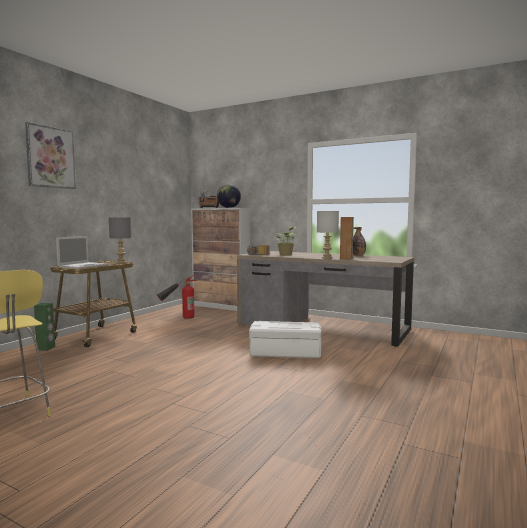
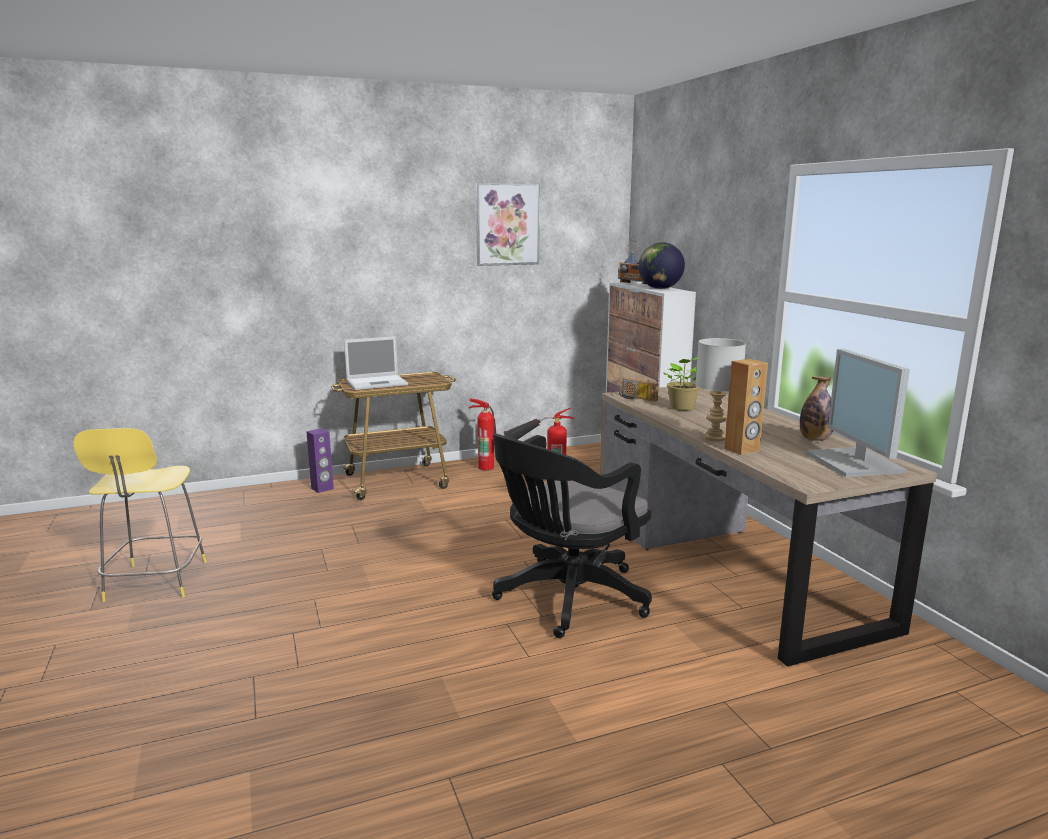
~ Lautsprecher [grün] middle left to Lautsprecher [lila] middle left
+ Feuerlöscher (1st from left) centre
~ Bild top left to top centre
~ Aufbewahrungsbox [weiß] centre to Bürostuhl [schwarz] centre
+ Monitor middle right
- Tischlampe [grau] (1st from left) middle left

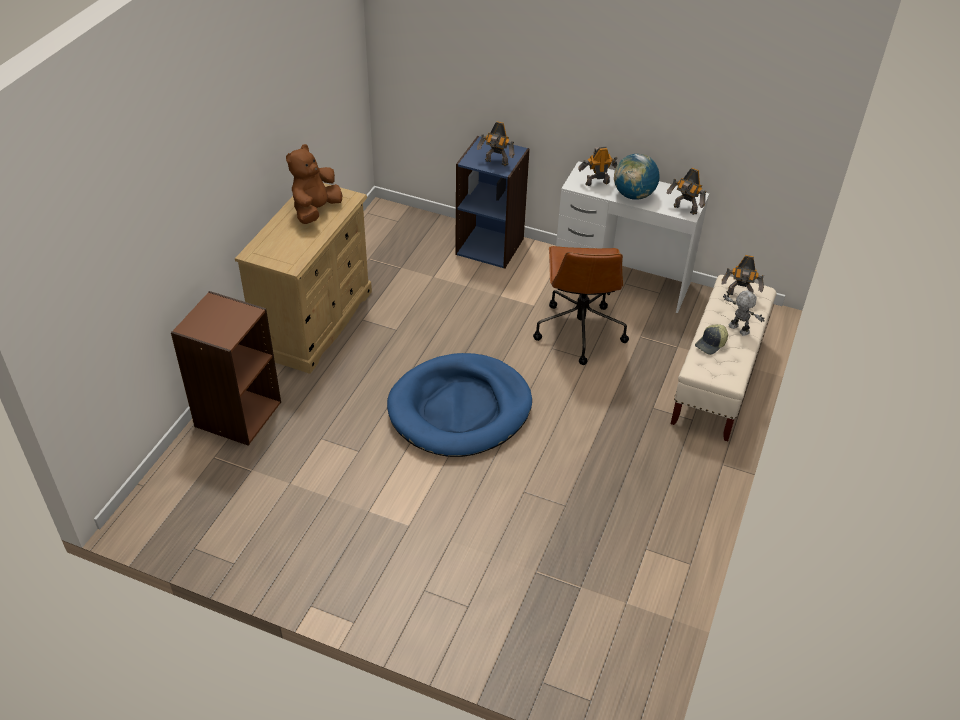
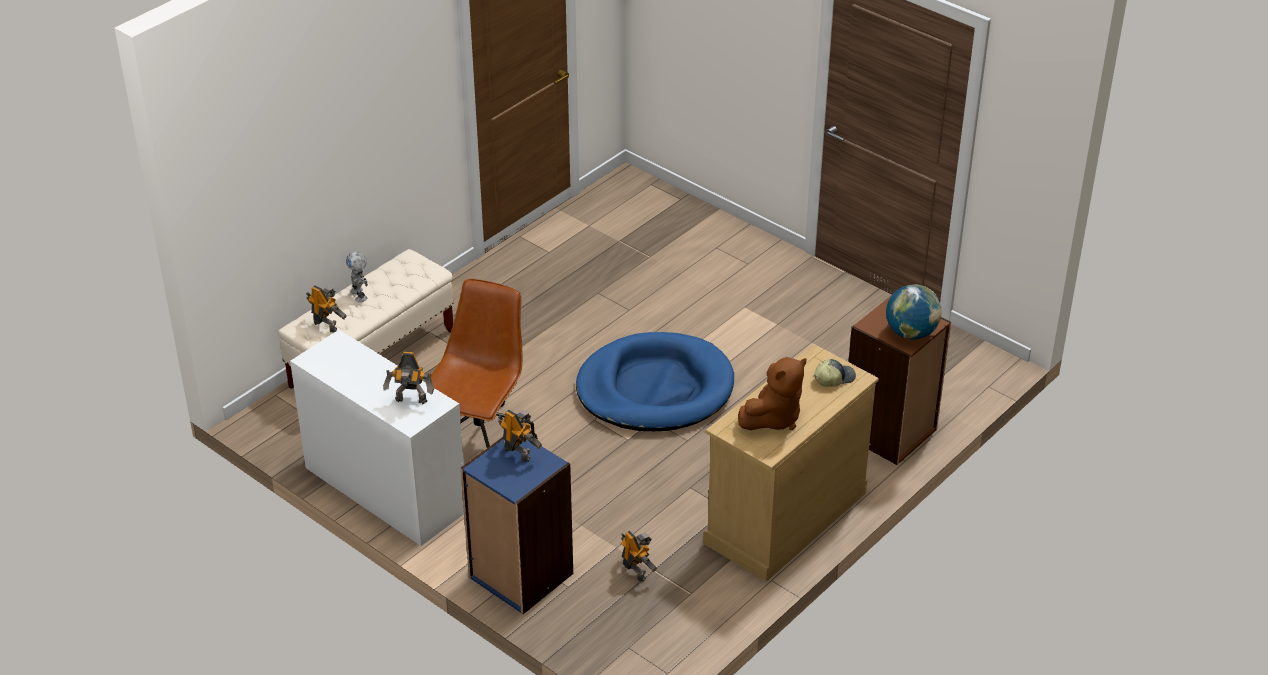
~ Spielzeugroboter (3rd from left in the first image) top right to Spielzeugroboter (5th from left) bottom centre
~ Kappe middle right to centre
~ Globus top centre to middle right

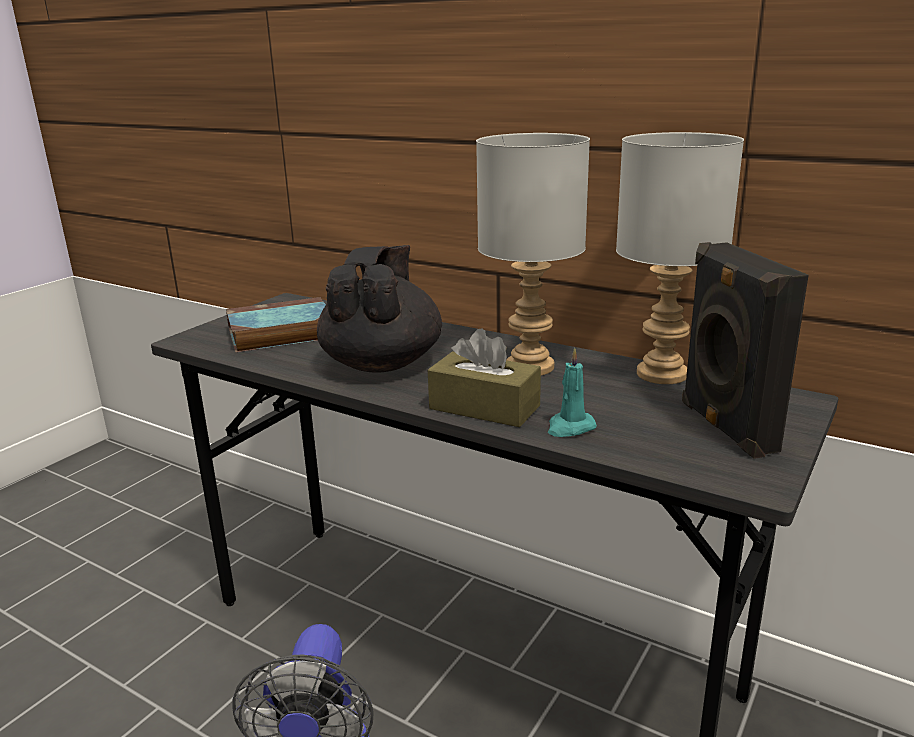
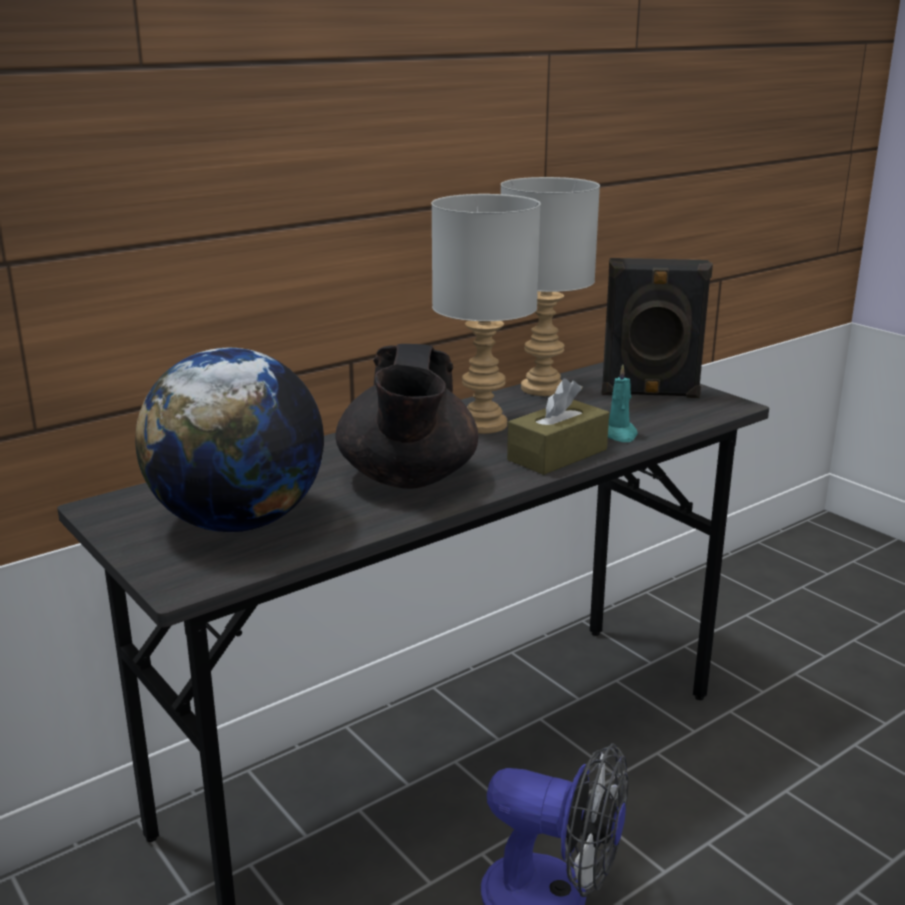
~ Buch middle left to Globus middle left
~ Teekanne [schwarz] centre = centre 120 degrees counterclockwise

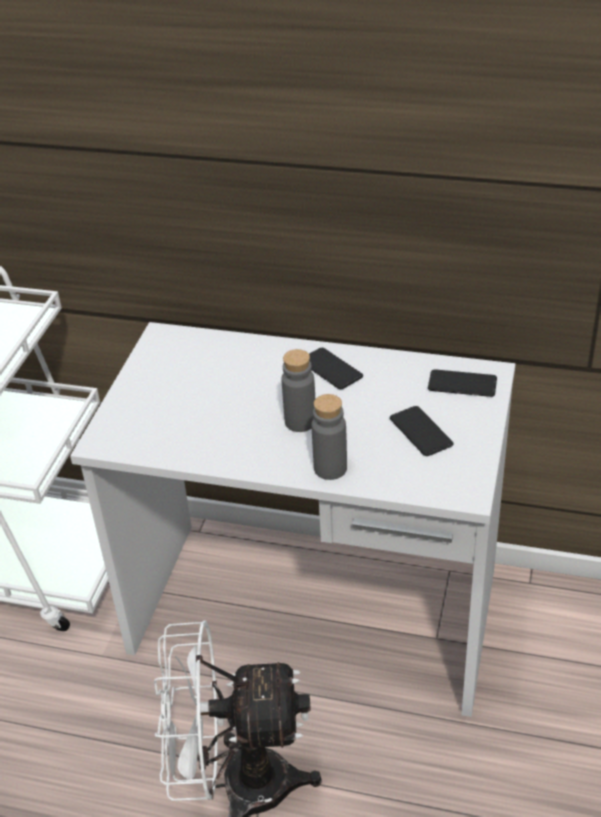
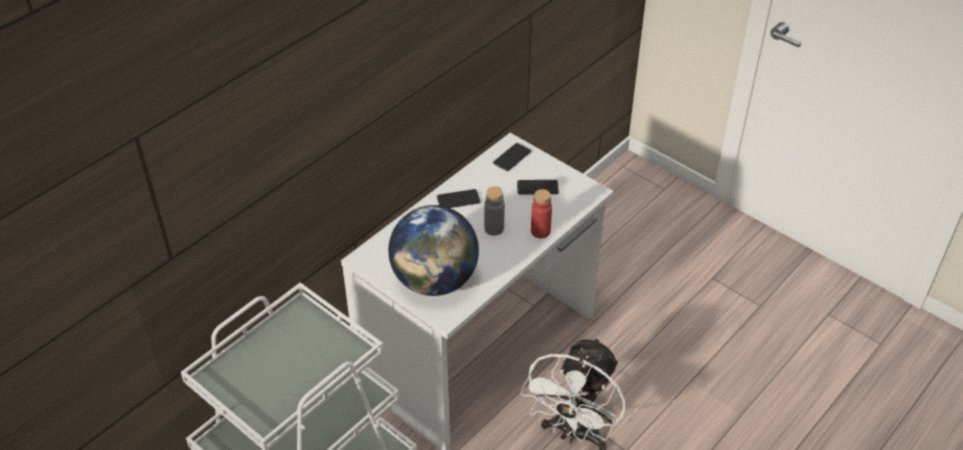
+ Globus centre
~ Flasche [grau] (2nd from left) centre to Flasche [rot] centre

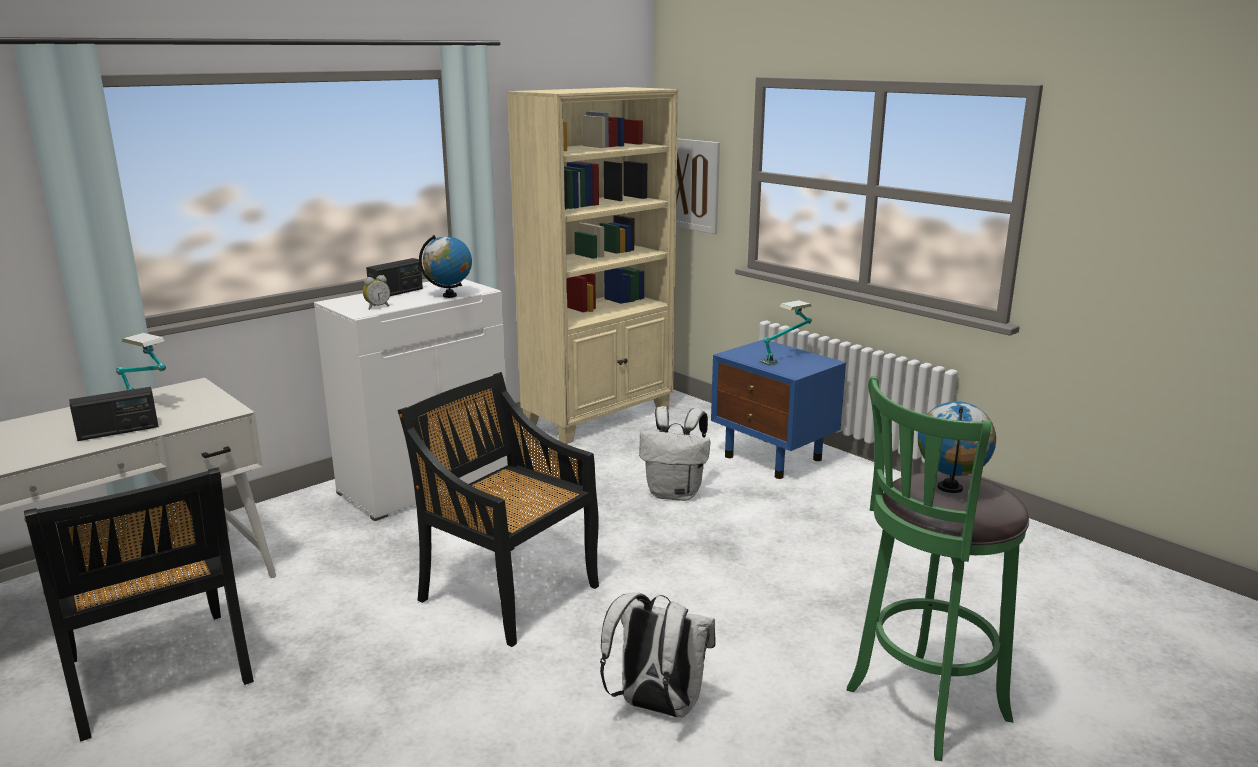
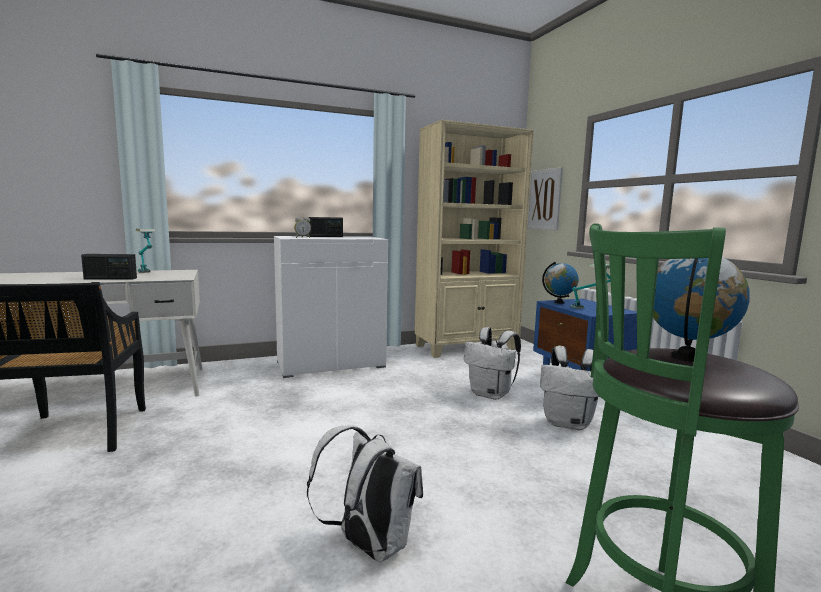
+ Rucksack [weiß] (3rd from left) middle right
~ Globus (1st from left) centre to middle right
- Stuhl [schwarz] (2nd from left) centre

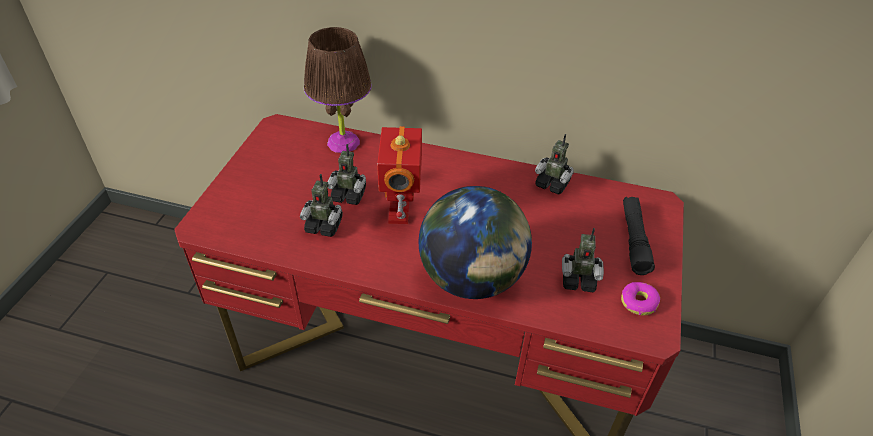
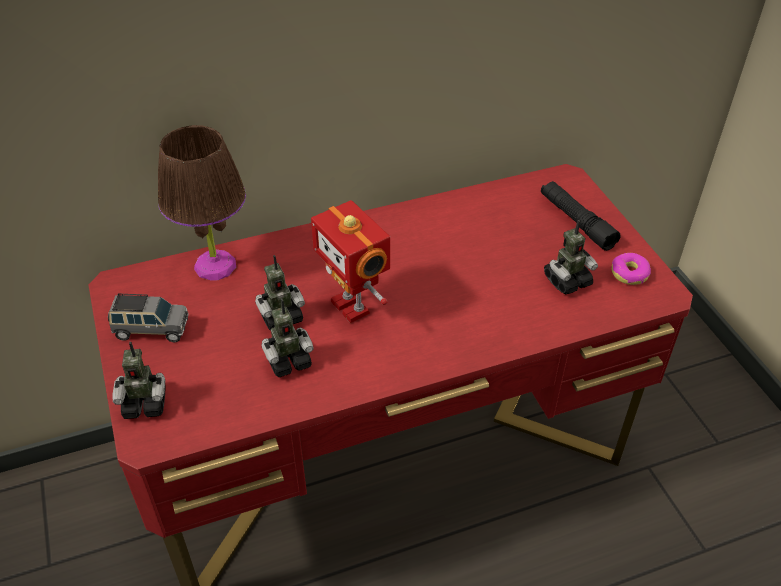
+ Spielzeugauto [grau] middle left
~ Spielzeugroboter (4th from left in the first image) centre to Spielzeugroboter (1st from left) middle left
- Globus centre

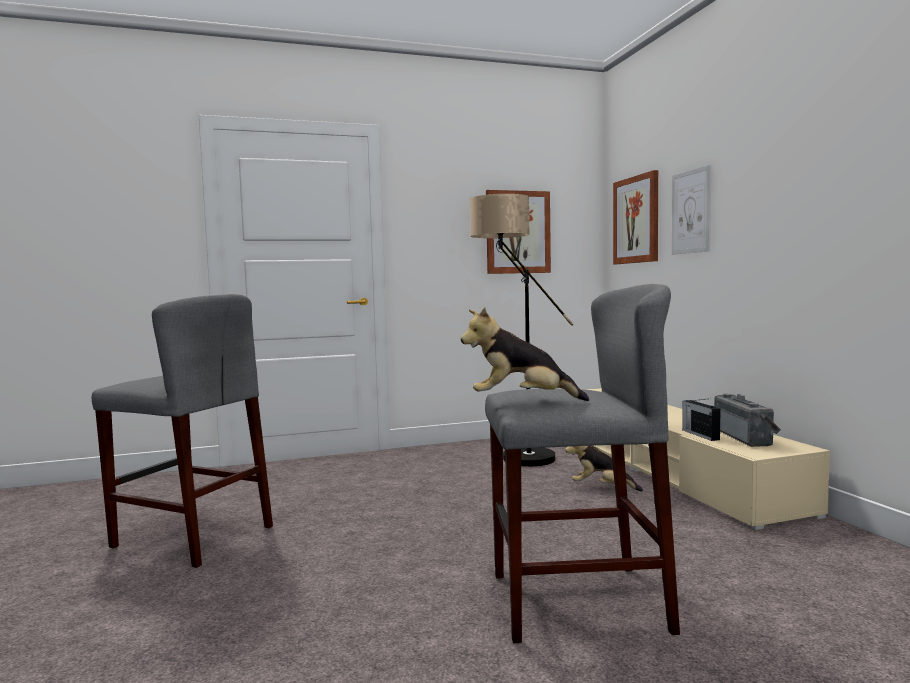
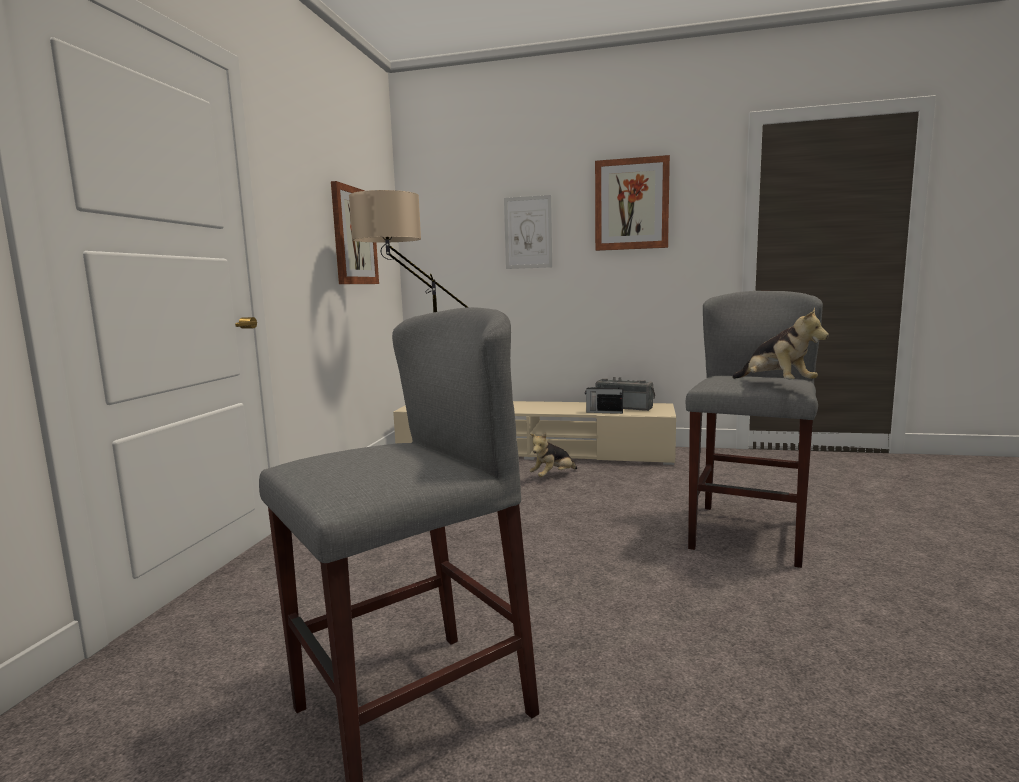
~ Bild (2nd from left in the first image) top right to Bild (3rd from left) top centre
~ Plüschtier (1st from left in the first image) centre = middle right 60 degrees counterclockwise

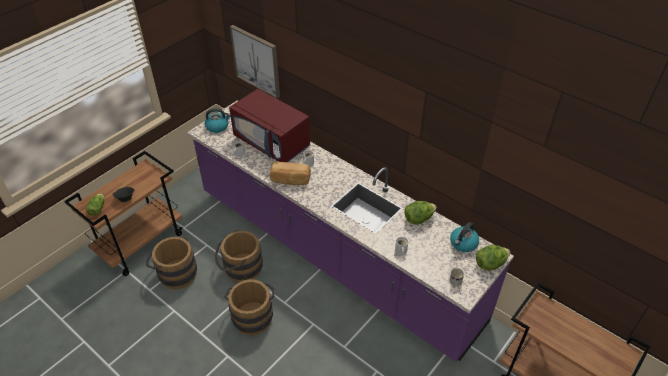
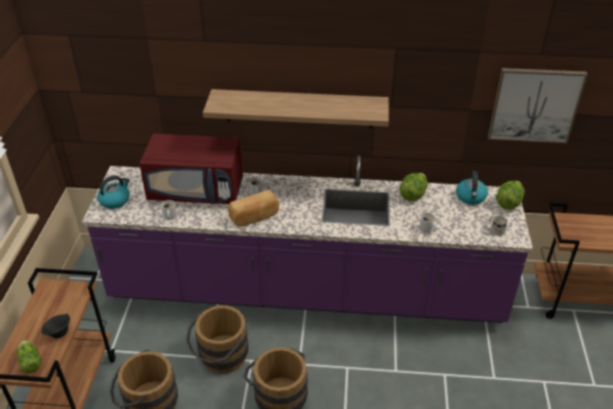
+ Wandregal top centre
~ Bild top centre to top right

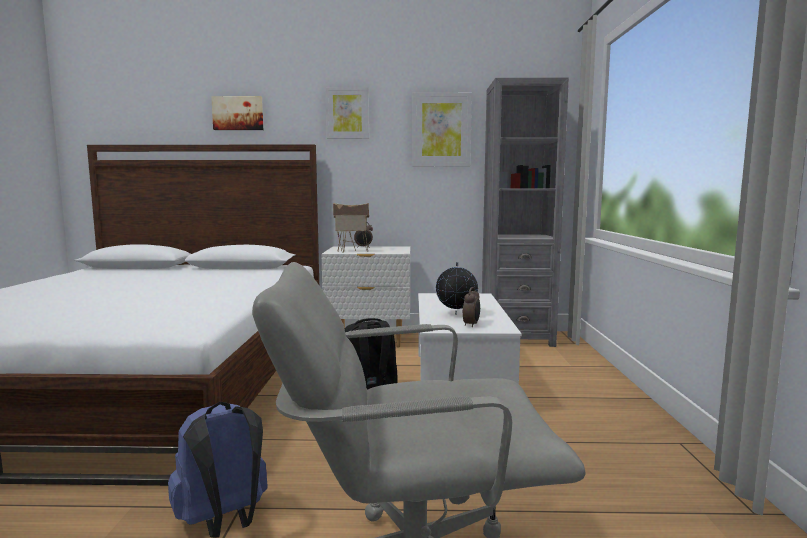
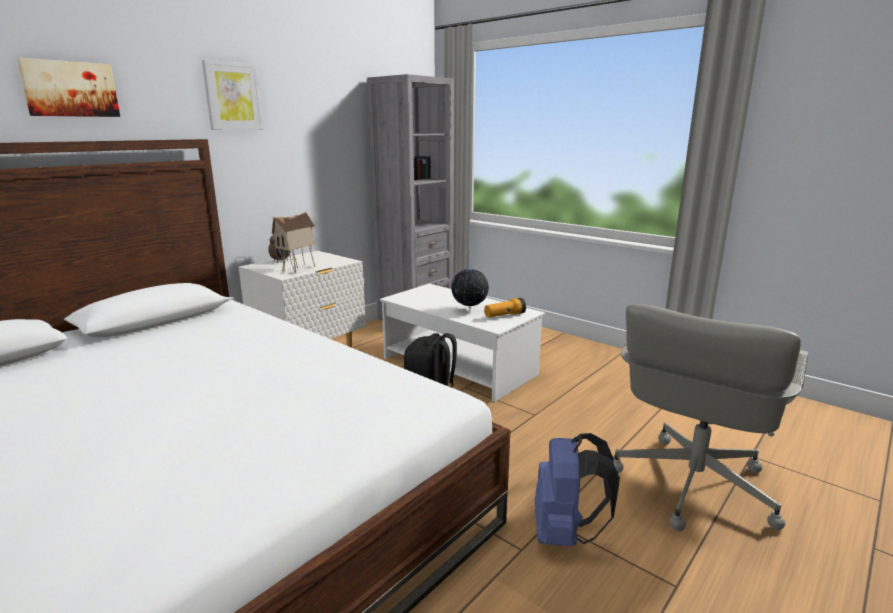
~ Wecker (2nd from left) centre to Taschenlampe centre
- Bild (3rd from left) top centre

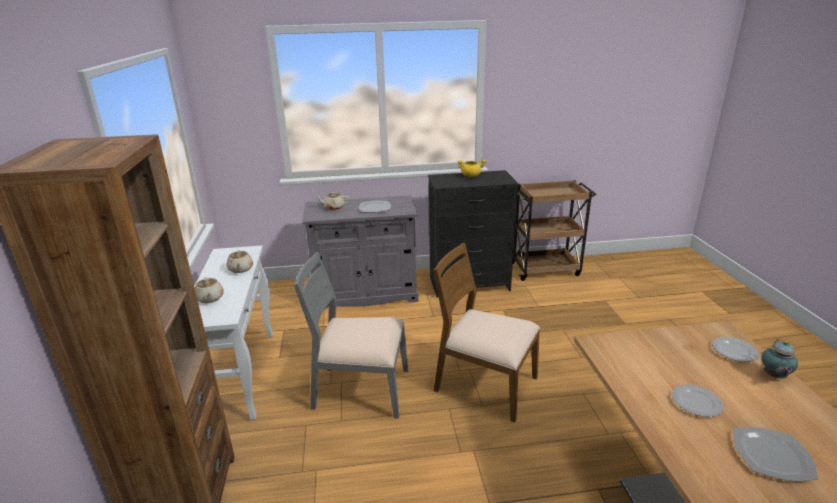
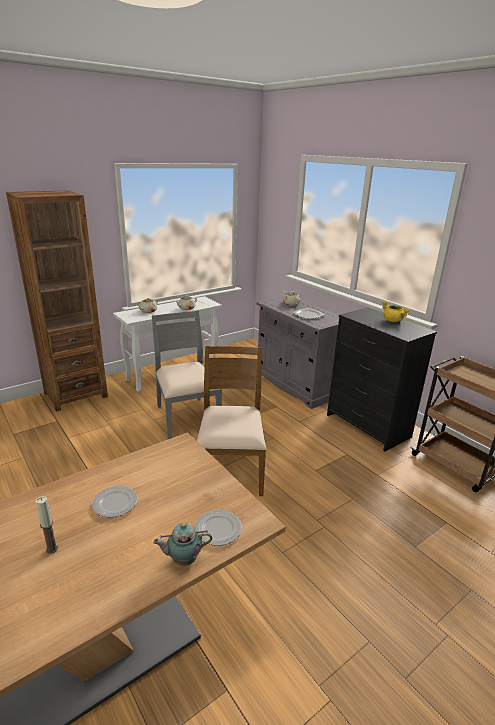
~ Teller (4th from left) bottom right to Kerze bottom left

